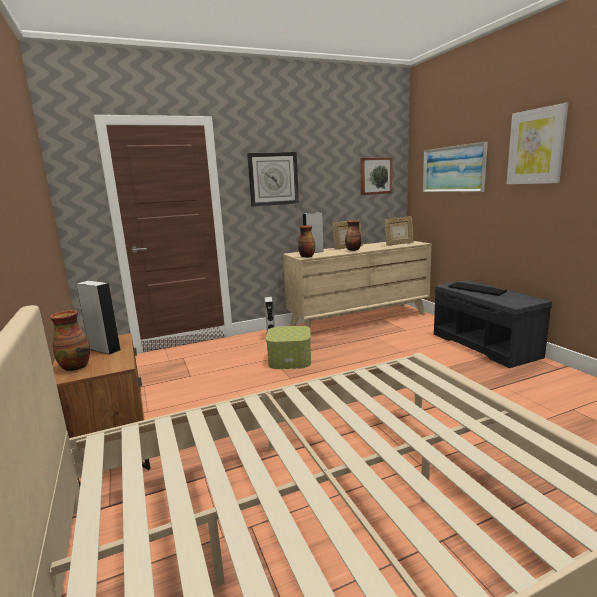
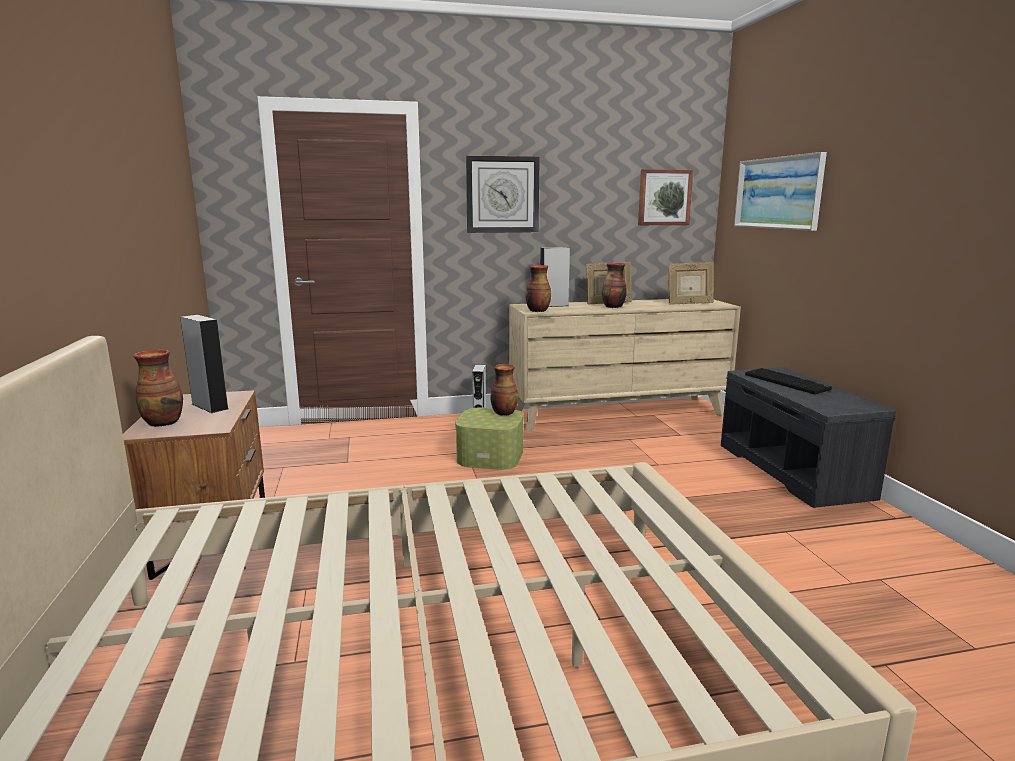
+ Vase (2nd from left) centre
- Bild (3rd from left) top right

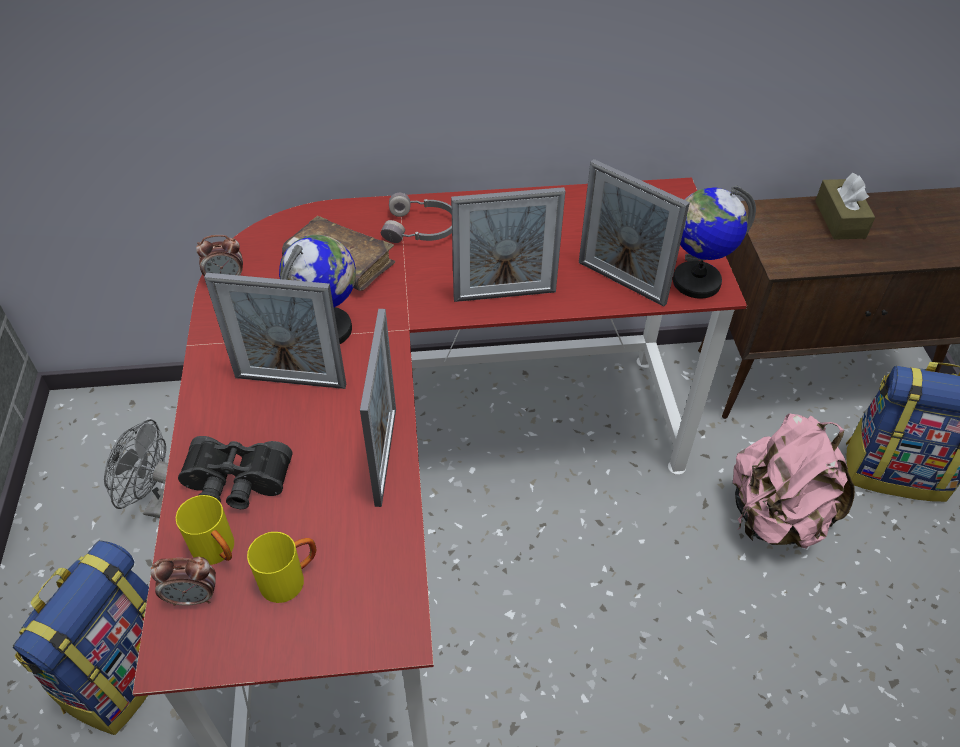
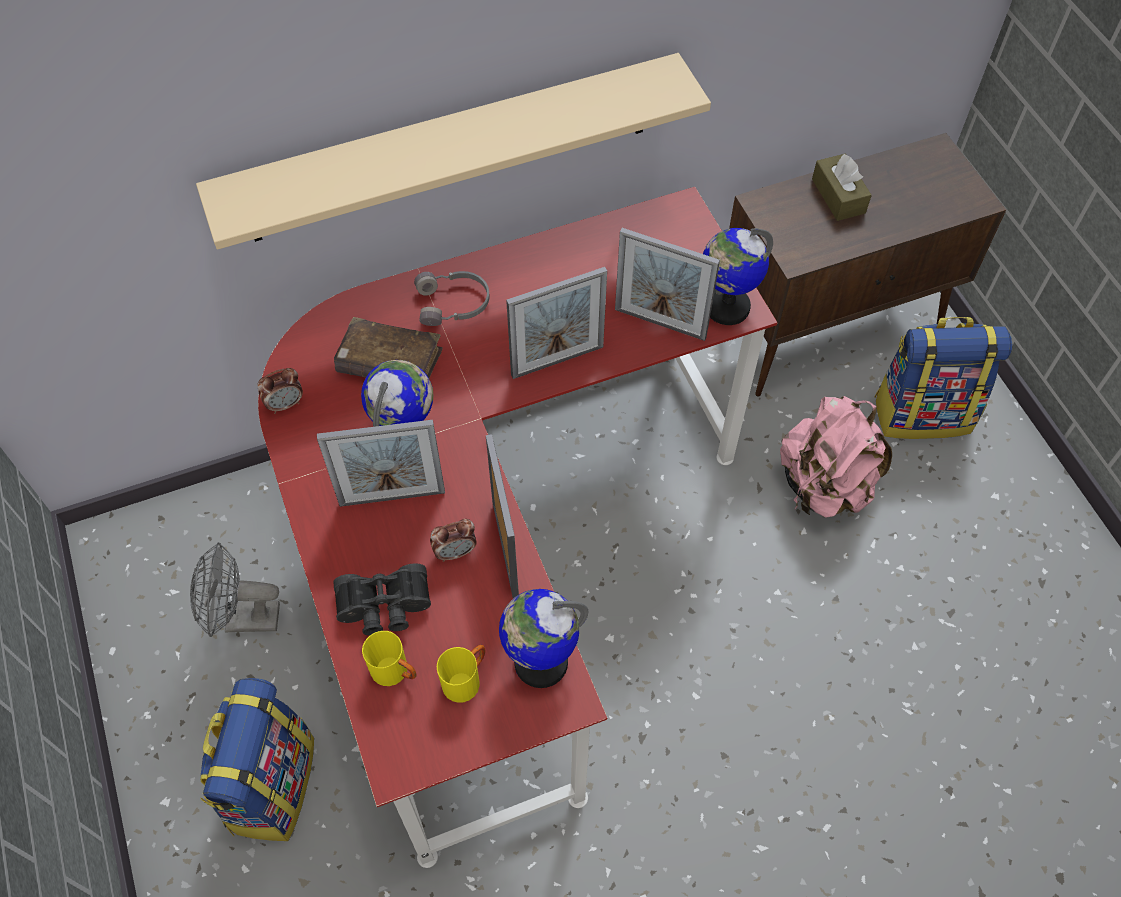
+ Wandregal [beige] top centre
~ Wecker (1st from left in the first image) bottom left to Wecker (2nd from left) centre
+ Globus (2nd from left) bottom centre

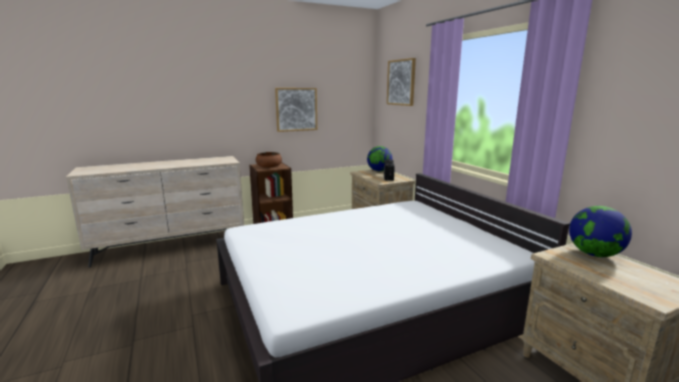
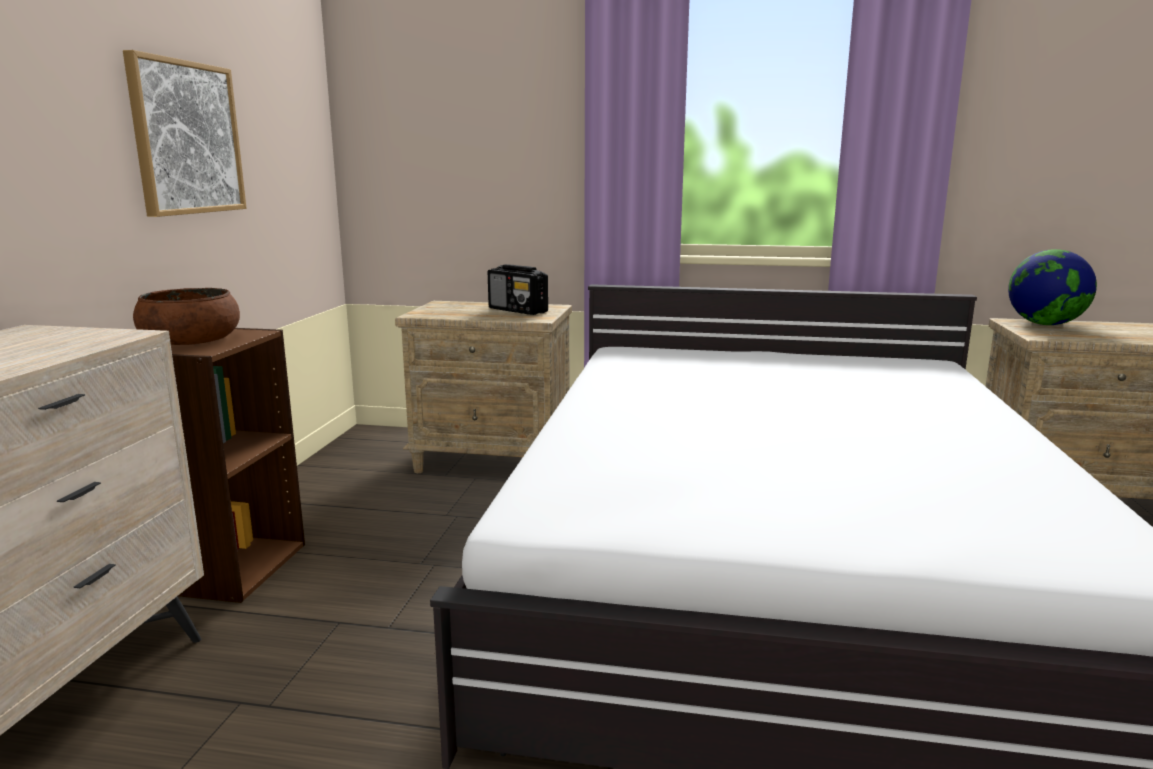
- Globus (1st from left) centre
- Bild (2nd from left) top centre

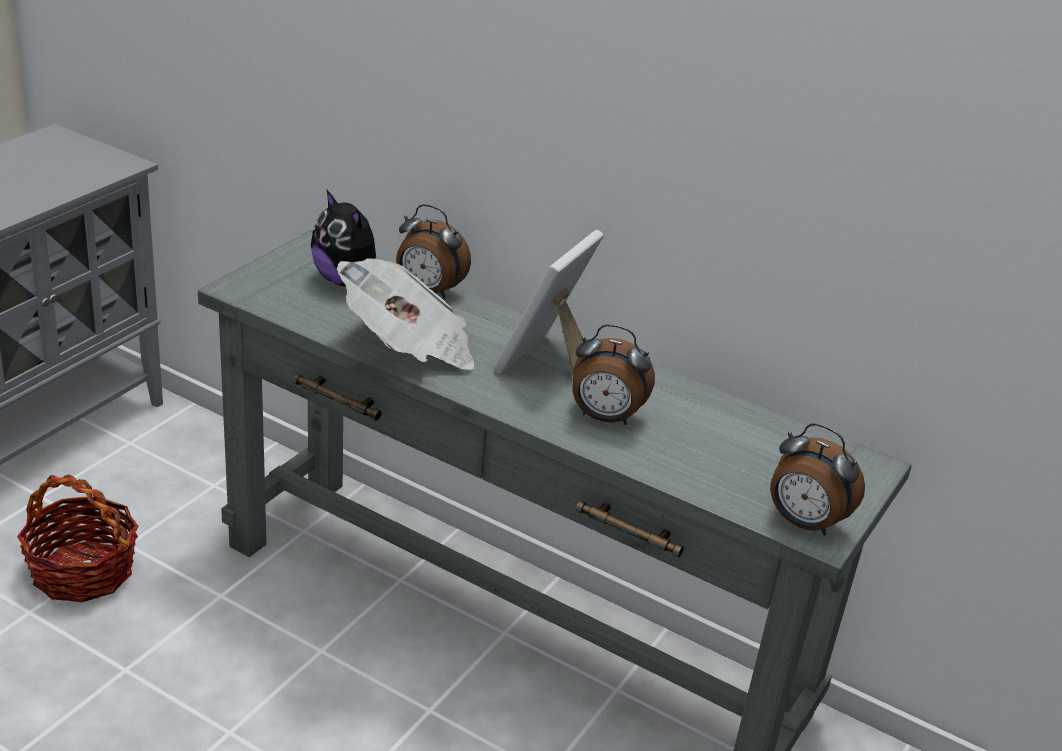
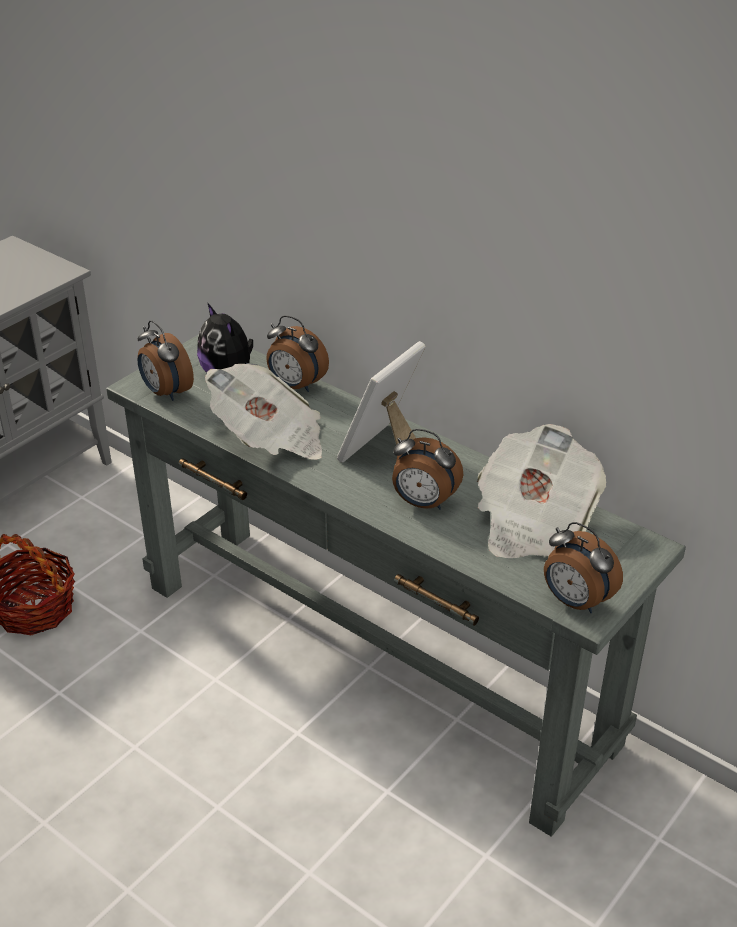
+ Wecker (1st from left) middle left
+ Zeitung (2nd from left) middle right

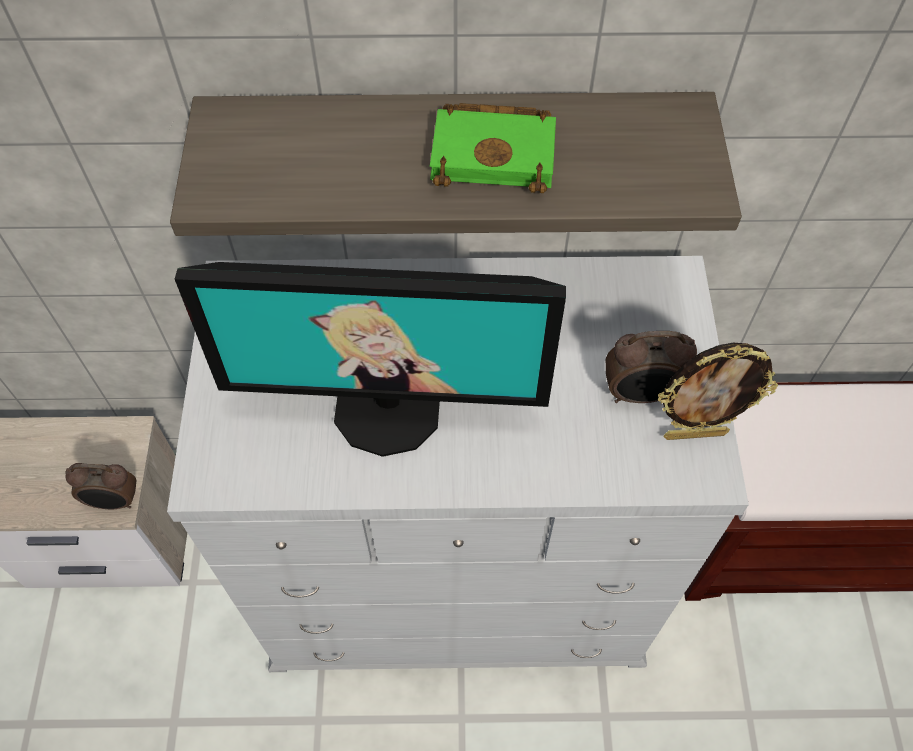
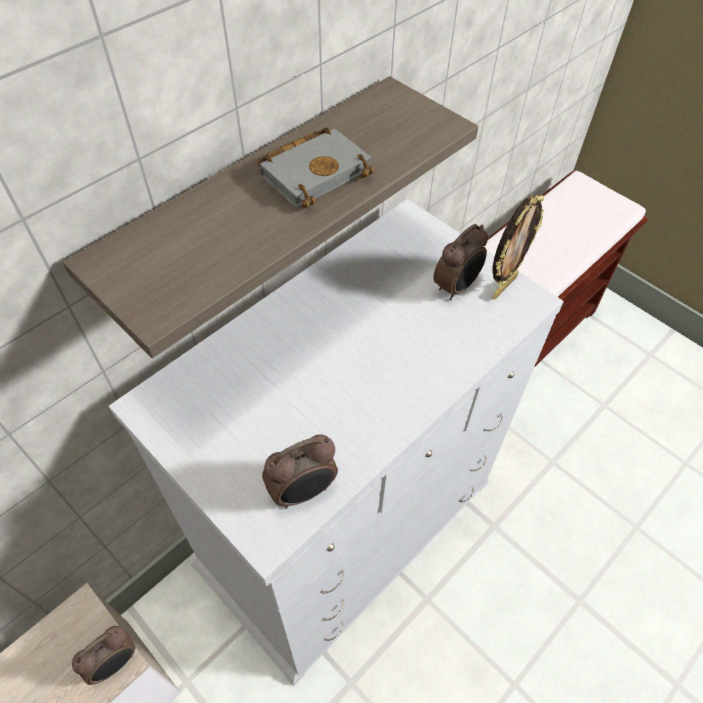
~ Buch [grün] top centre to Buch [grau] top centre
+ Wecker (2nd from left) bottom centre
- Monitor centre

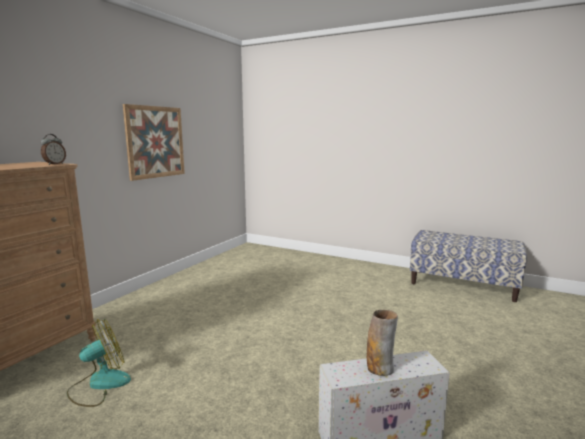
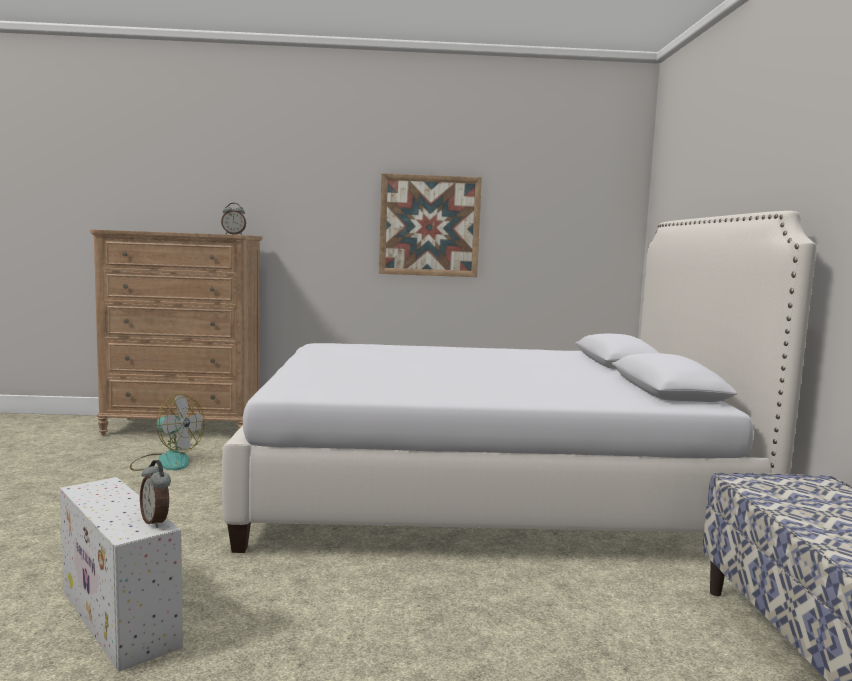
+ Wecker (1st from left) bottom left
+ Bett [weiß] centre
- Vase bottom centre

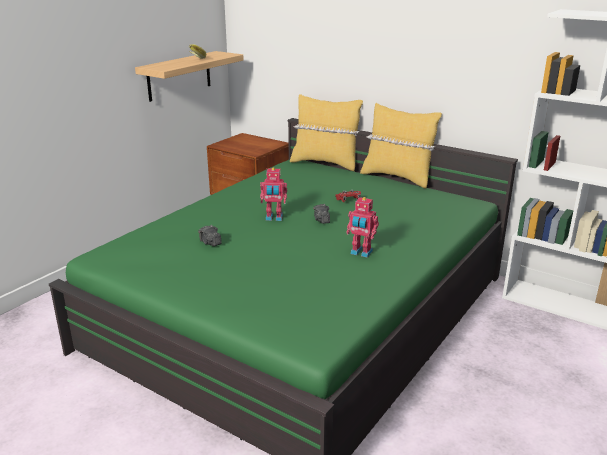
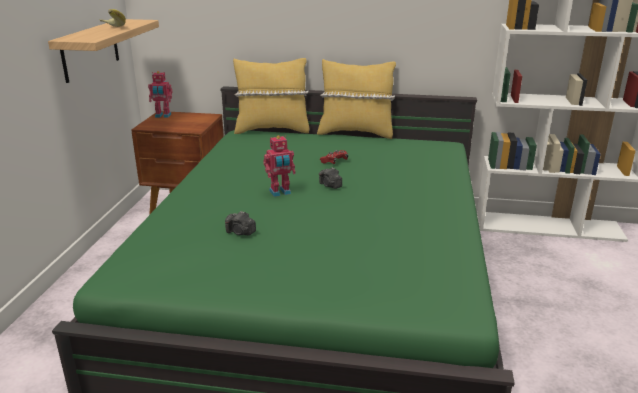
~ Spielzeugroboter (2nd from left in the first image) centre to Spielzeugroboter (1st from left) top left

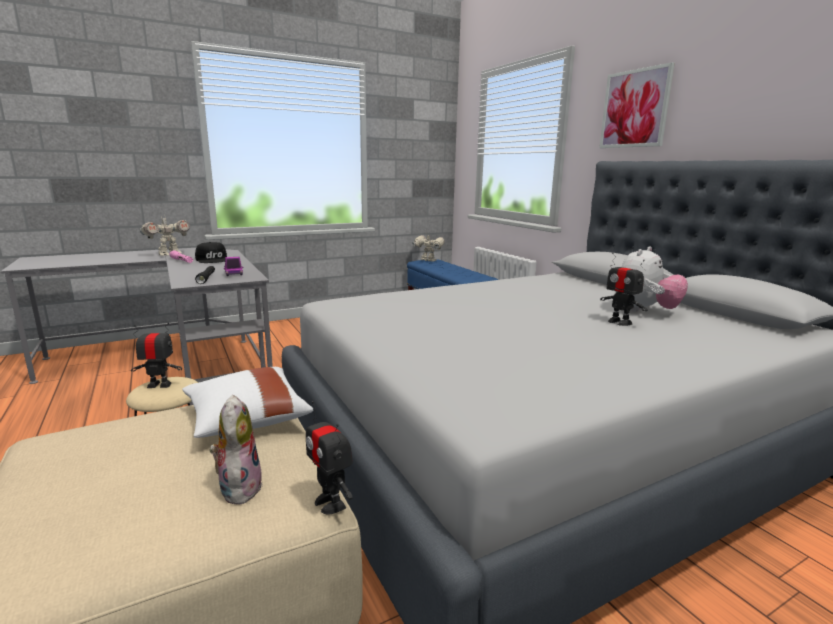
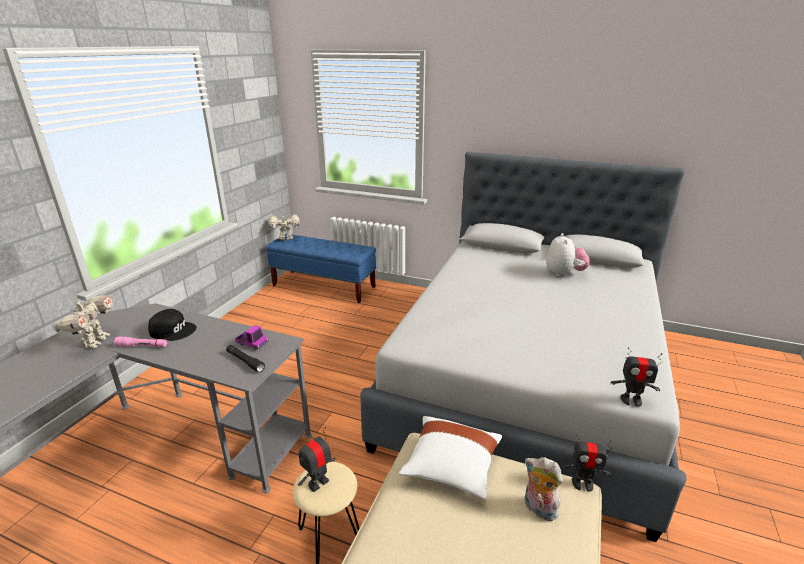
~ Spielzeugroboter (5th from left) middle right to bottom right
- Bild top right

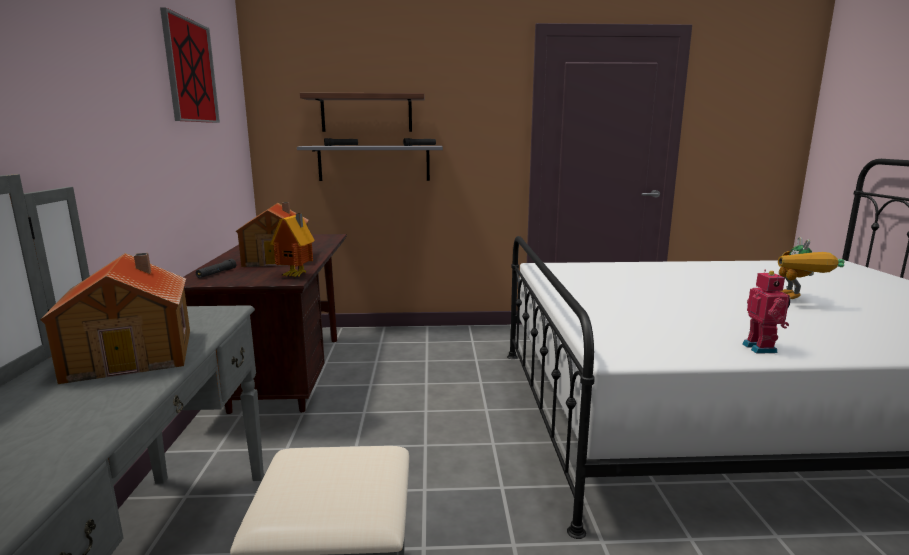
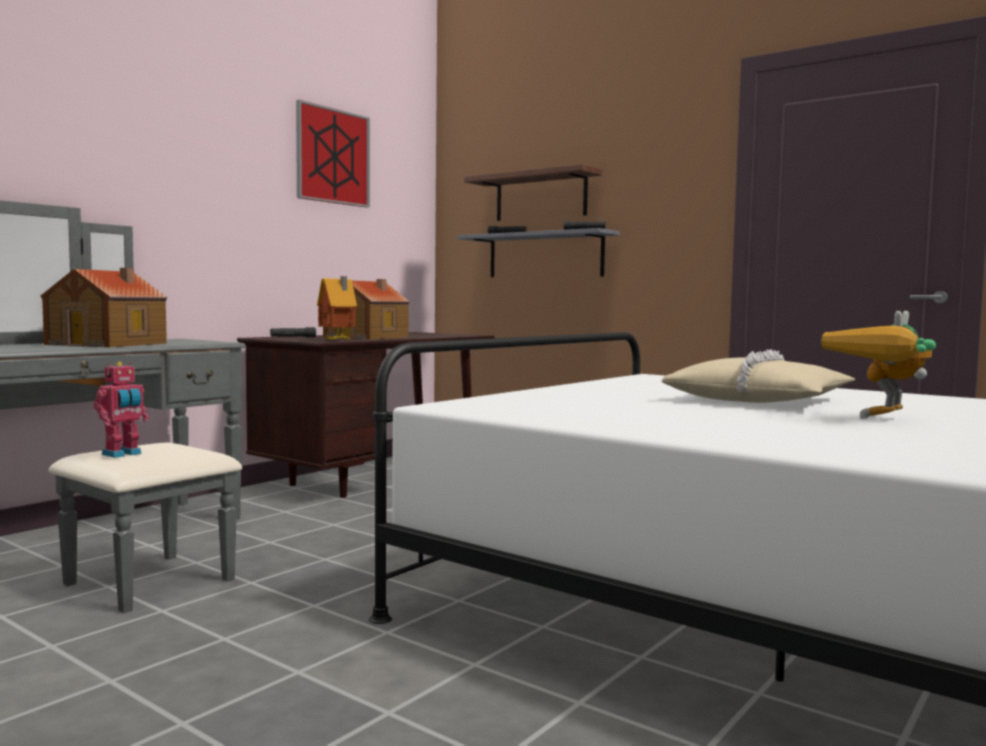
~ Spielzeugroboter (1st from left) middle right to middle left
+ Kissen [beige] middle right

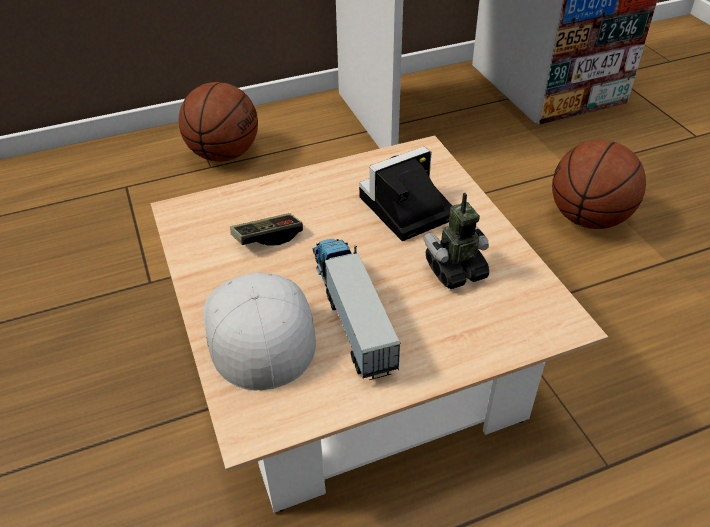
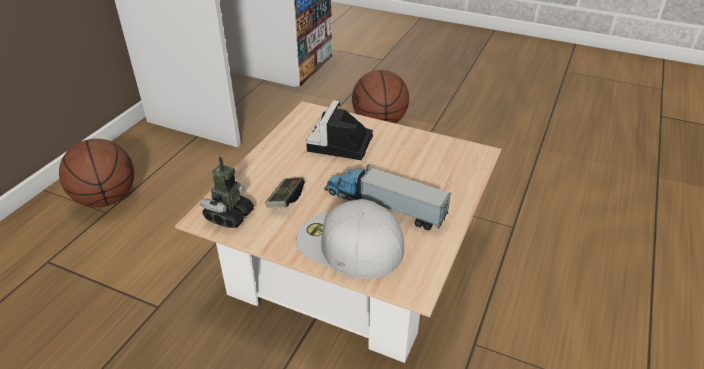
~ Spielzeugroboter centre to middle left

